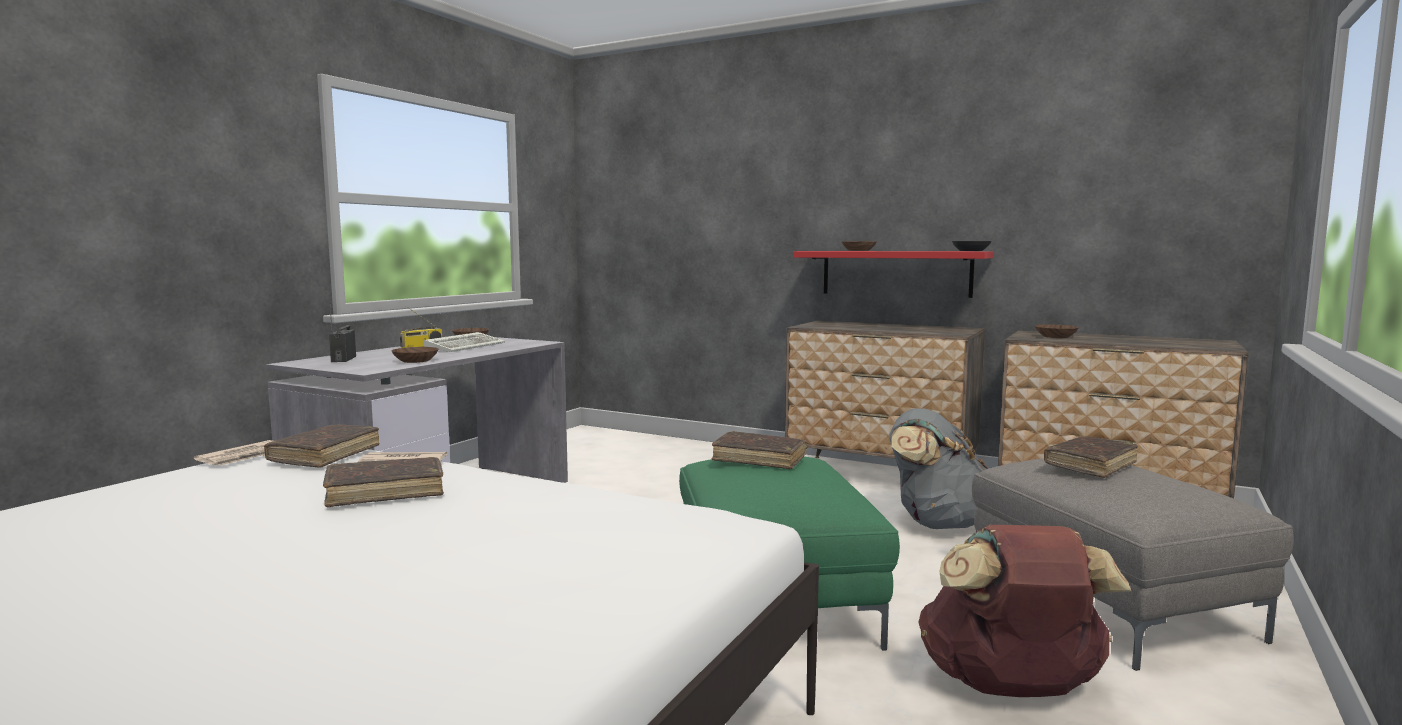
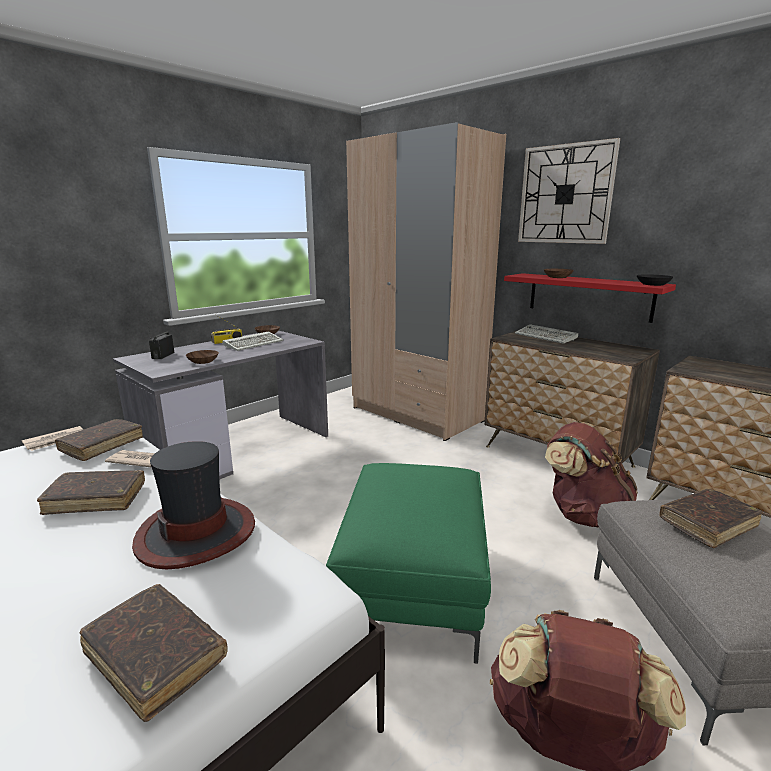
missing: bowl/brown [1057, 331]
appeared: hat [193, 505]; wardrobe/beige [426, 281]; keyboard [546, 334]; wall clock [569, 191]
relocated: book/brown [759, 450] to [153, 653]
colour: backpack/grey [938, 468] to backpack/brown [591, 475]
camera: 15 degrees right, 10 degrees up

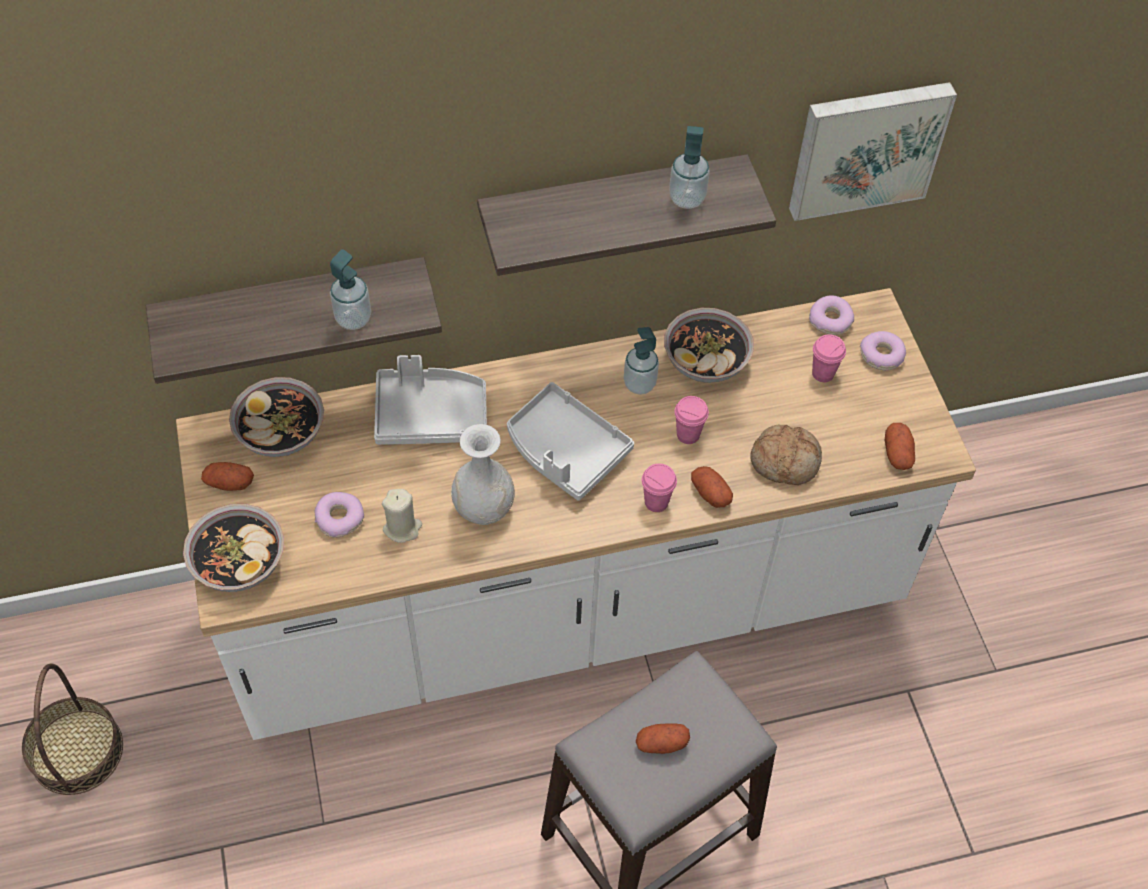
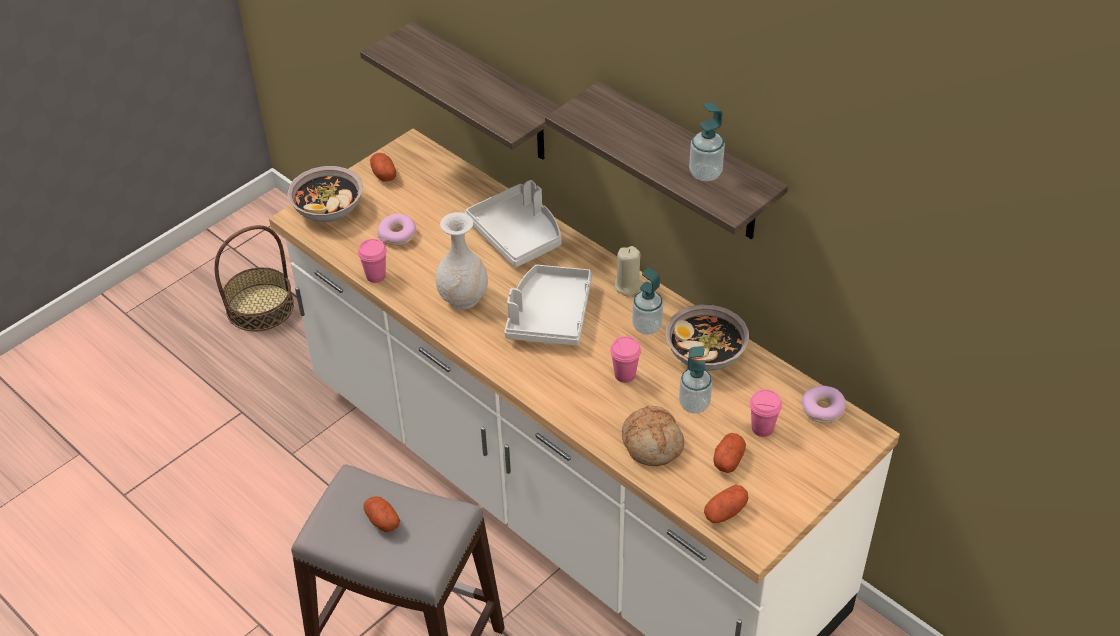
missing: bowl [276, 417]; picture [873, 151]; donut [883, 350]
relocated: cup/pink [659, 488] to [372, 261]; candle/beige [402, 516] to [629, 271]; soap dispenser [350, 289] to [695, 380]; potato [712, 487] to [729, 453]
camera: 60 degrees right, 10 degrees down

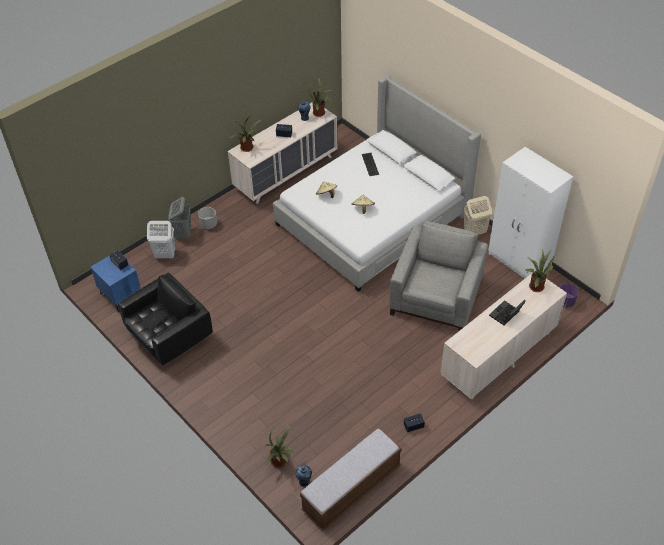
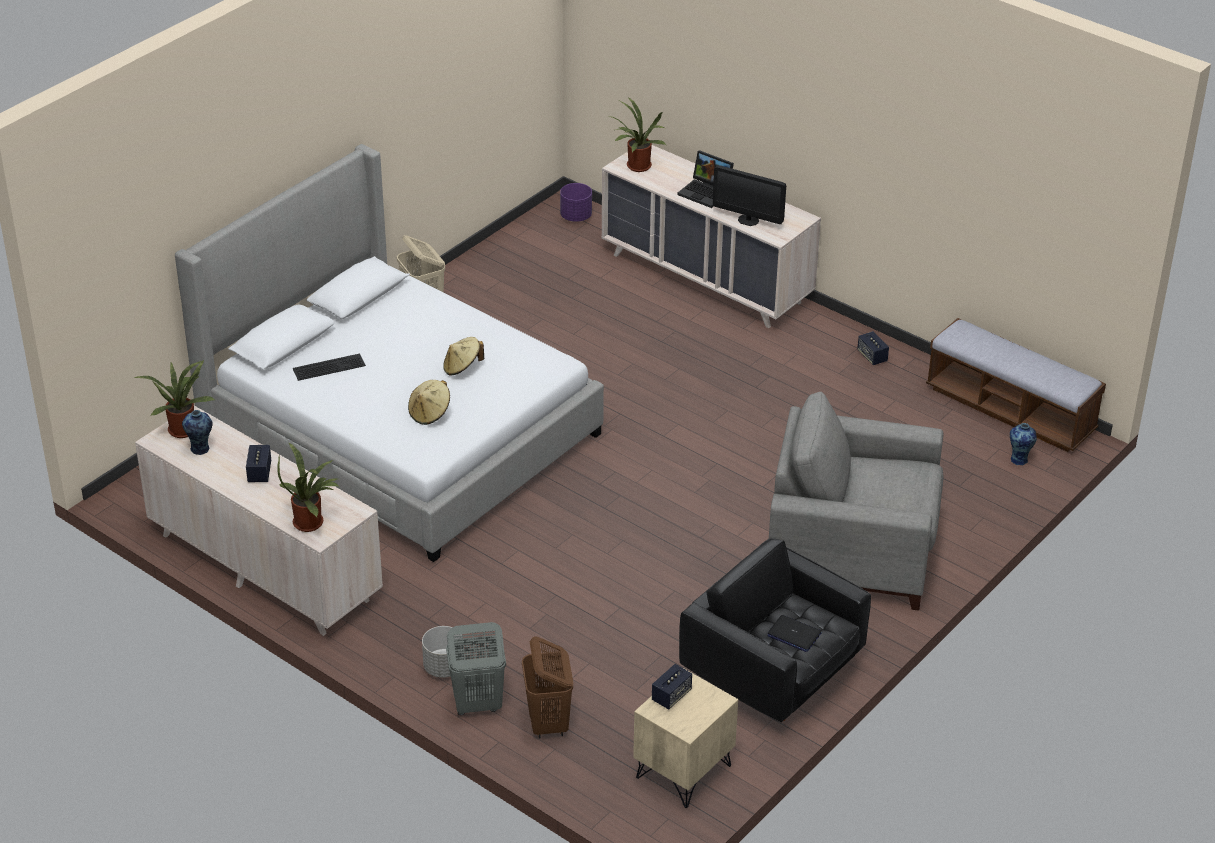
missing: potted plant [279, 446]; wardrobe/white [530, 212]
appeared: monitor [749, 195]
relocated: armchair/grey [438, 276] to [856, 501]
colour: laundry basket/white [161, 240] to laundry basket/brown [547, 687]; nightstand/blue [116, 283] to nightstand/beige [685, 738]
camera: 100 degrees left, 10 degrees down

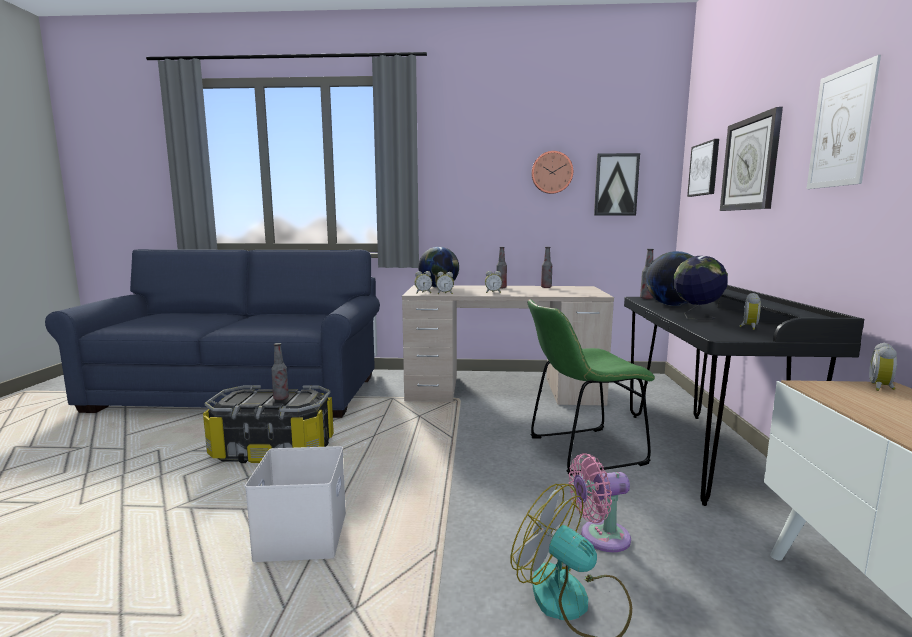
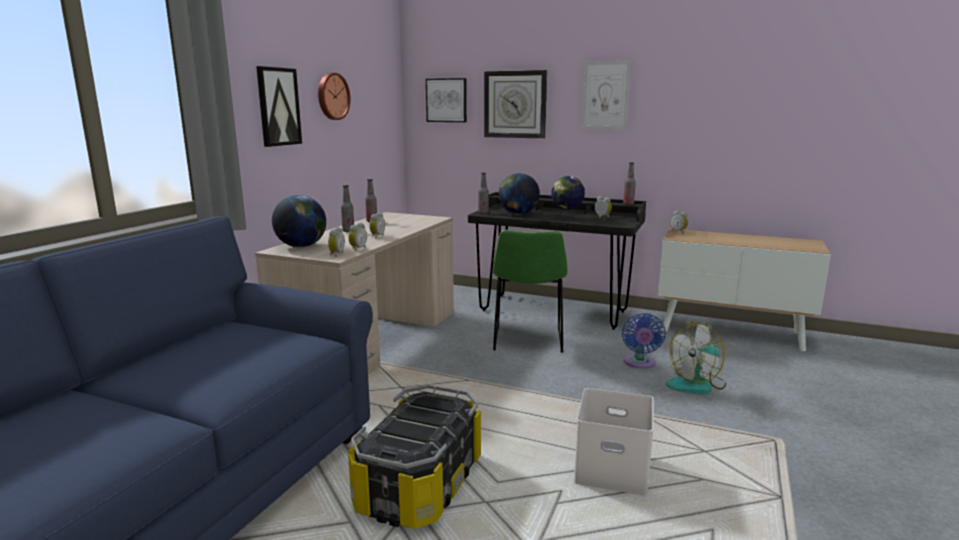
relocated: picture [617, 184] to [279, 106]; bottle [280, 371] to [629, 183]
colour: fan/pink [600, 502] to fan/blue [644, 340]
camera: 70 degrees left, 5 degrees up

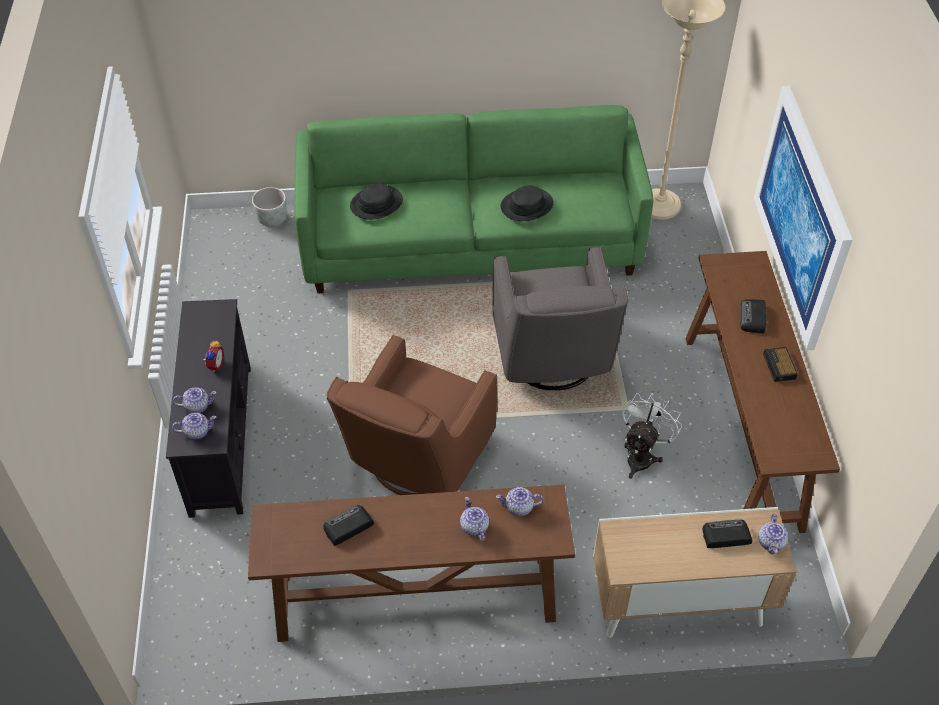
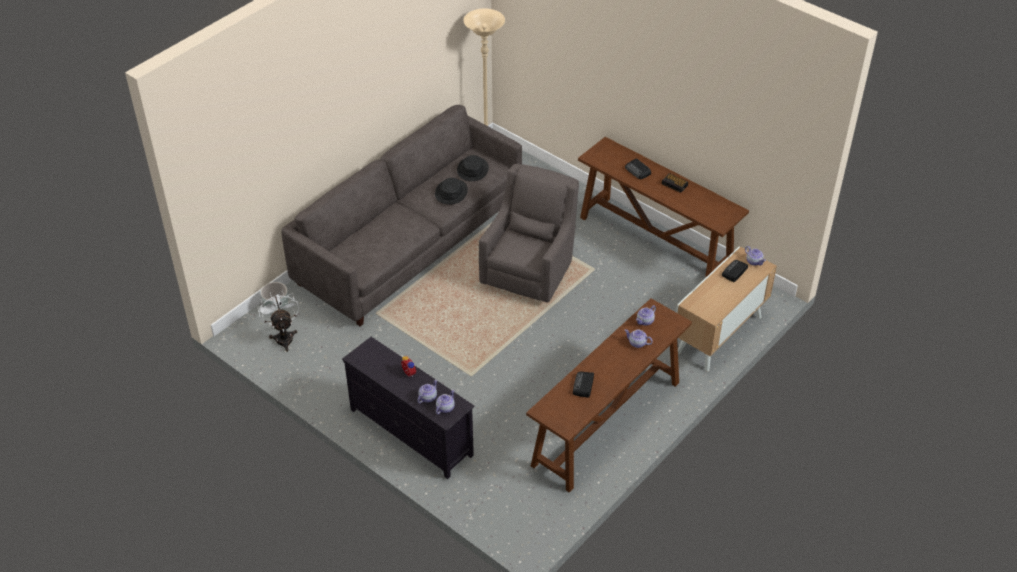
missing: armchair/brown [412, 415]; picture [803, 218]
relocated: fan/white [652, 436] to [278, 321]; hat/black [376, 201] to [473, 168]
colour: sofa/green [473, 199] to sofa/grey [401, 215]
spun: armchair/grey [560, 318] = [529, 233] 105 degrees counterclockwise
camera: 45 degrees left, 5 degrees down

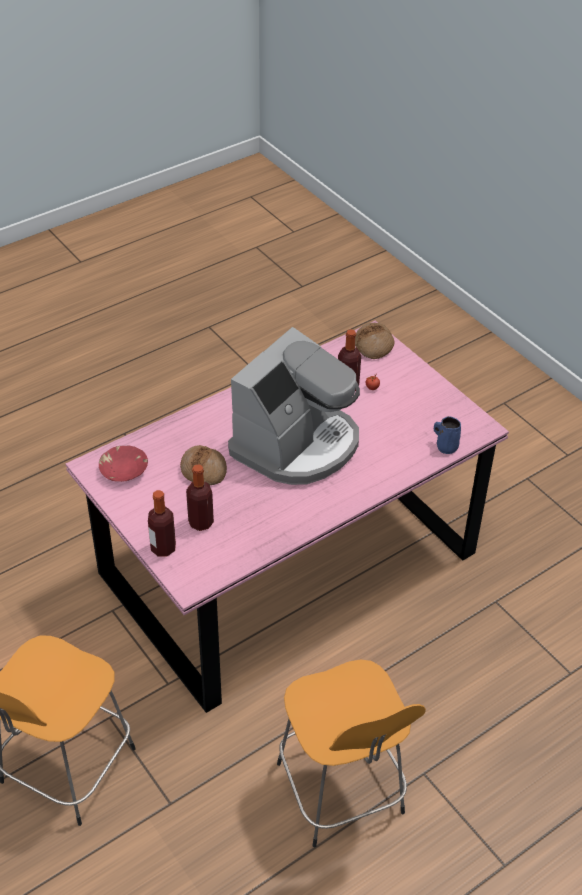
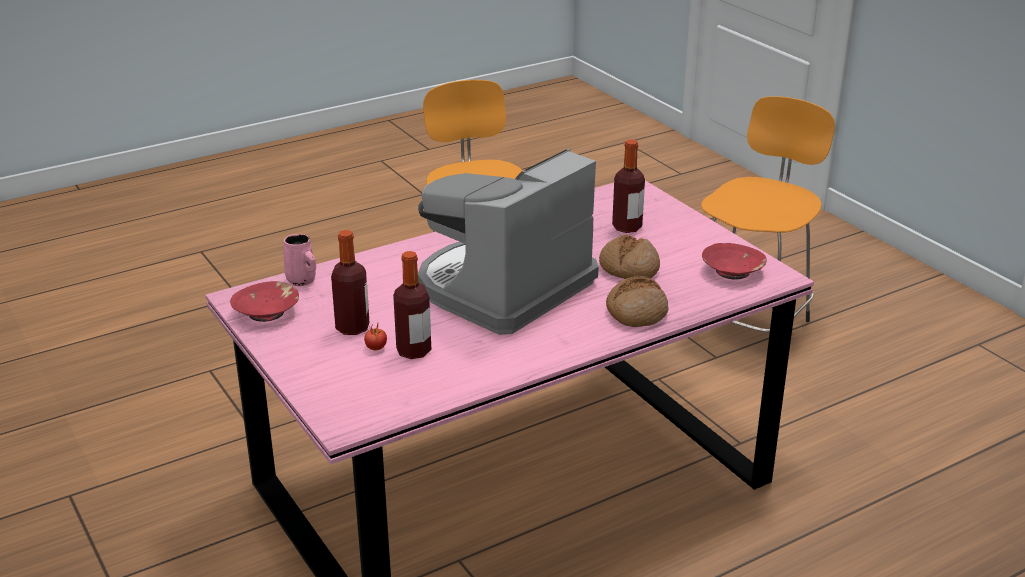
appeared: bowl/red [264, 301]
relocated: bottle [162, 523] to [350, 282]; bread [375, 341] to [637, 301]
colour: mug/blue [447, 435] to mug/pink [300, 260]
camera: 175 degrees left, 15 degrees down

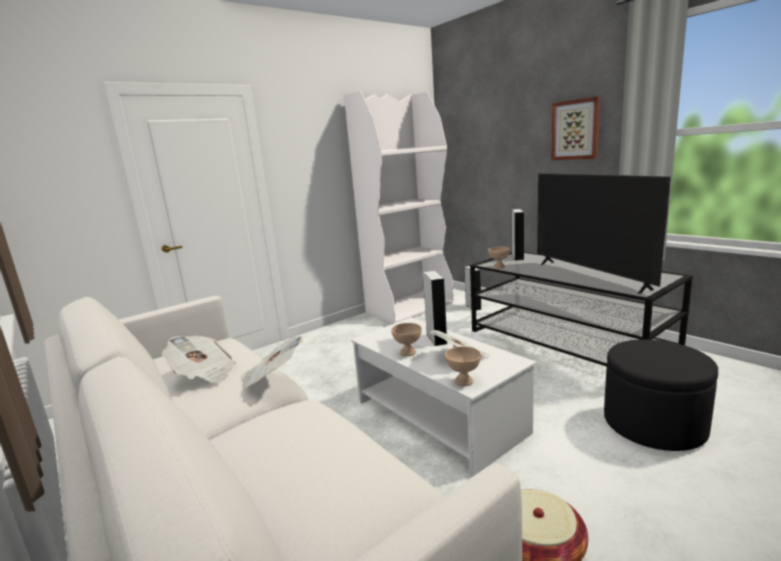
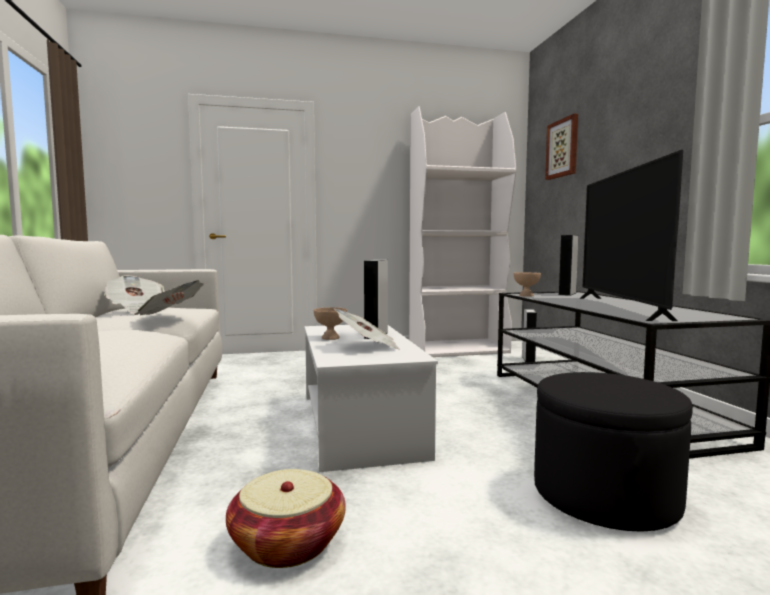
missing: bowl/beige [463, 366]
relocated: picture [575, 128] to [561, 147]
camera: 25 degrees right, 10 degrees down

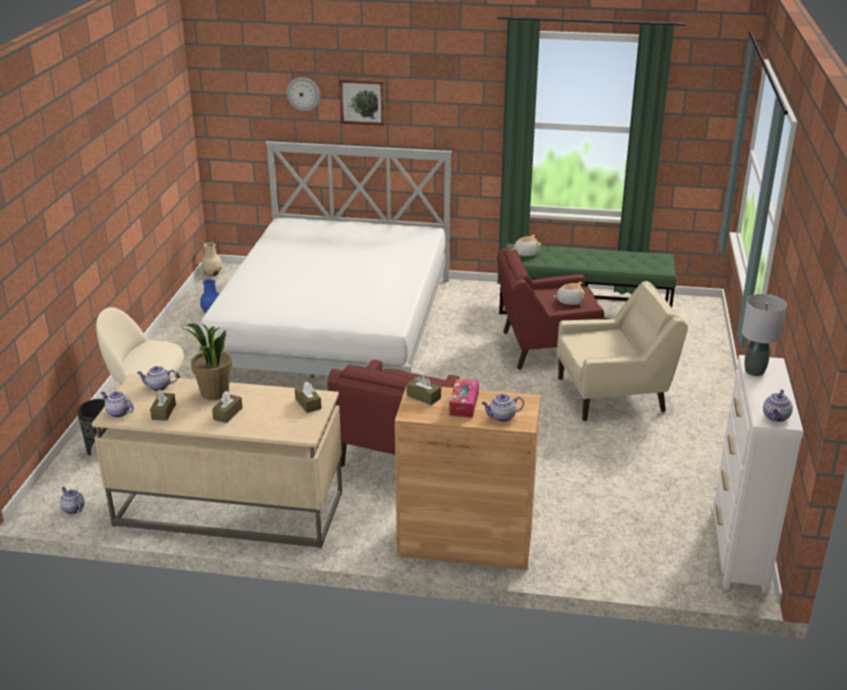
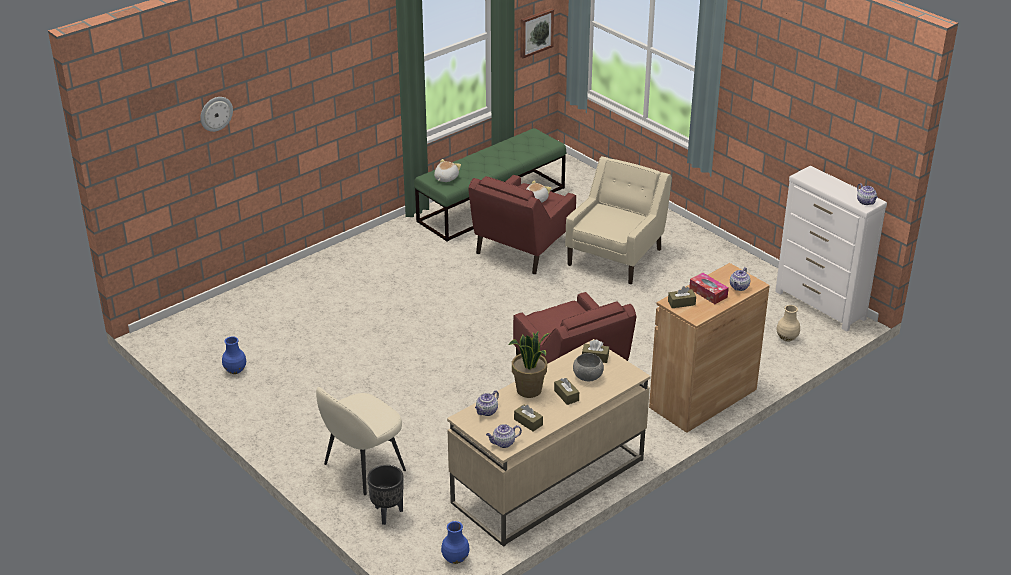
missing: bed/white [325, 259]; table lamp/grey [764, 335]
appeared: bowl/grey [588, 367]
relocated: picture [362, 102] to [537, 33]; vase/beige [211, 259] to [788, 323]
exchanged: teapot [72, 500] to vase/blue [455, 542]
camera: 50 degrees left, 5 degrees up

